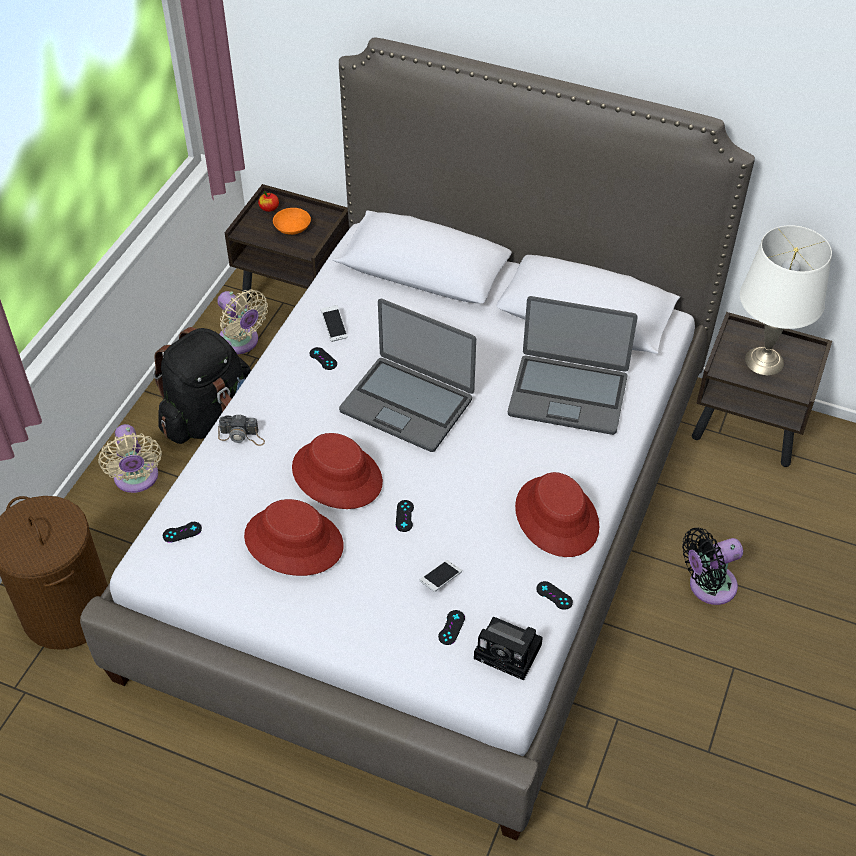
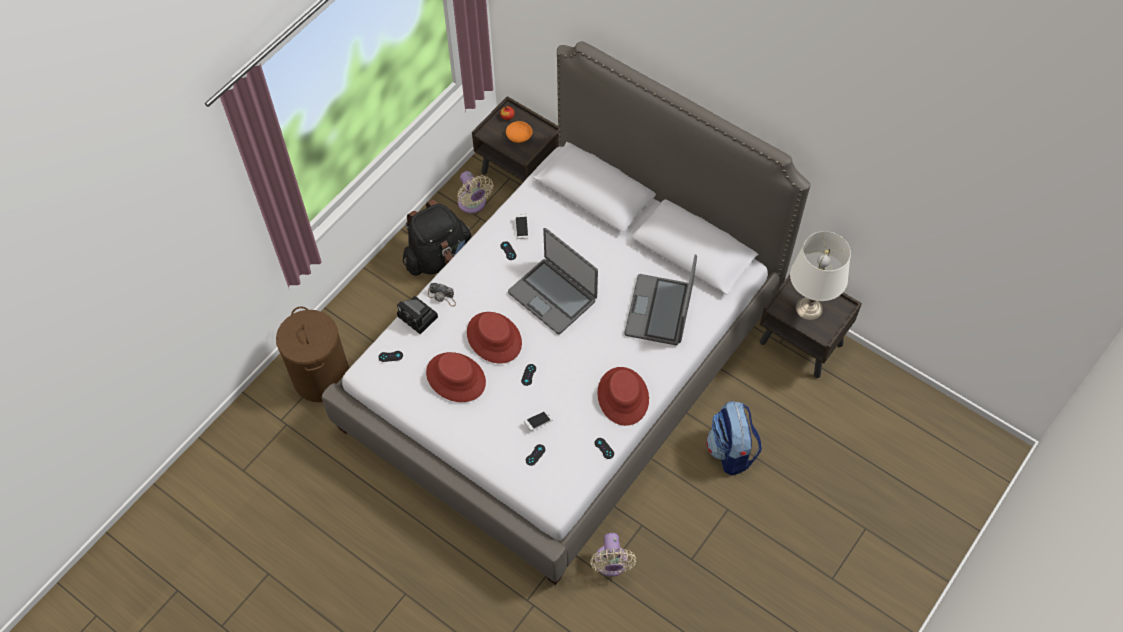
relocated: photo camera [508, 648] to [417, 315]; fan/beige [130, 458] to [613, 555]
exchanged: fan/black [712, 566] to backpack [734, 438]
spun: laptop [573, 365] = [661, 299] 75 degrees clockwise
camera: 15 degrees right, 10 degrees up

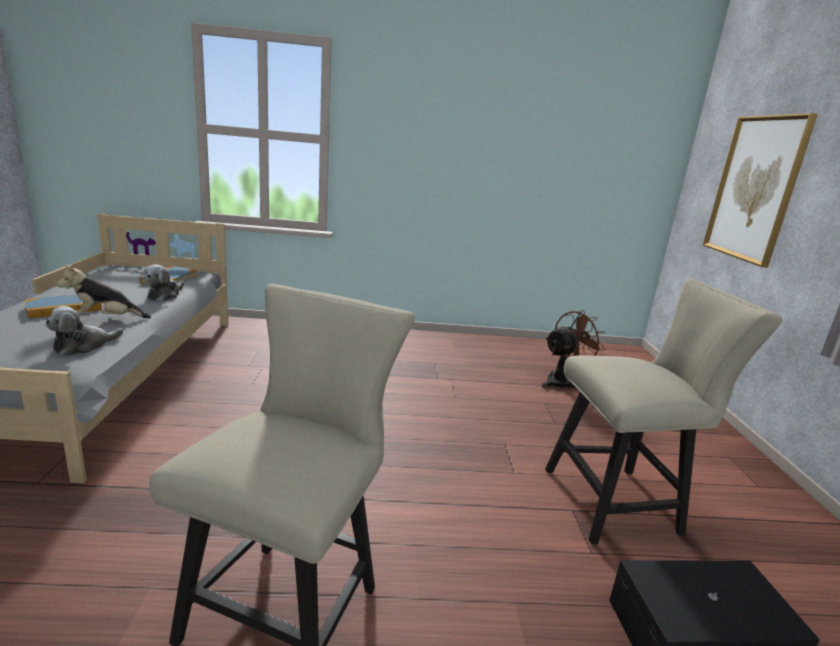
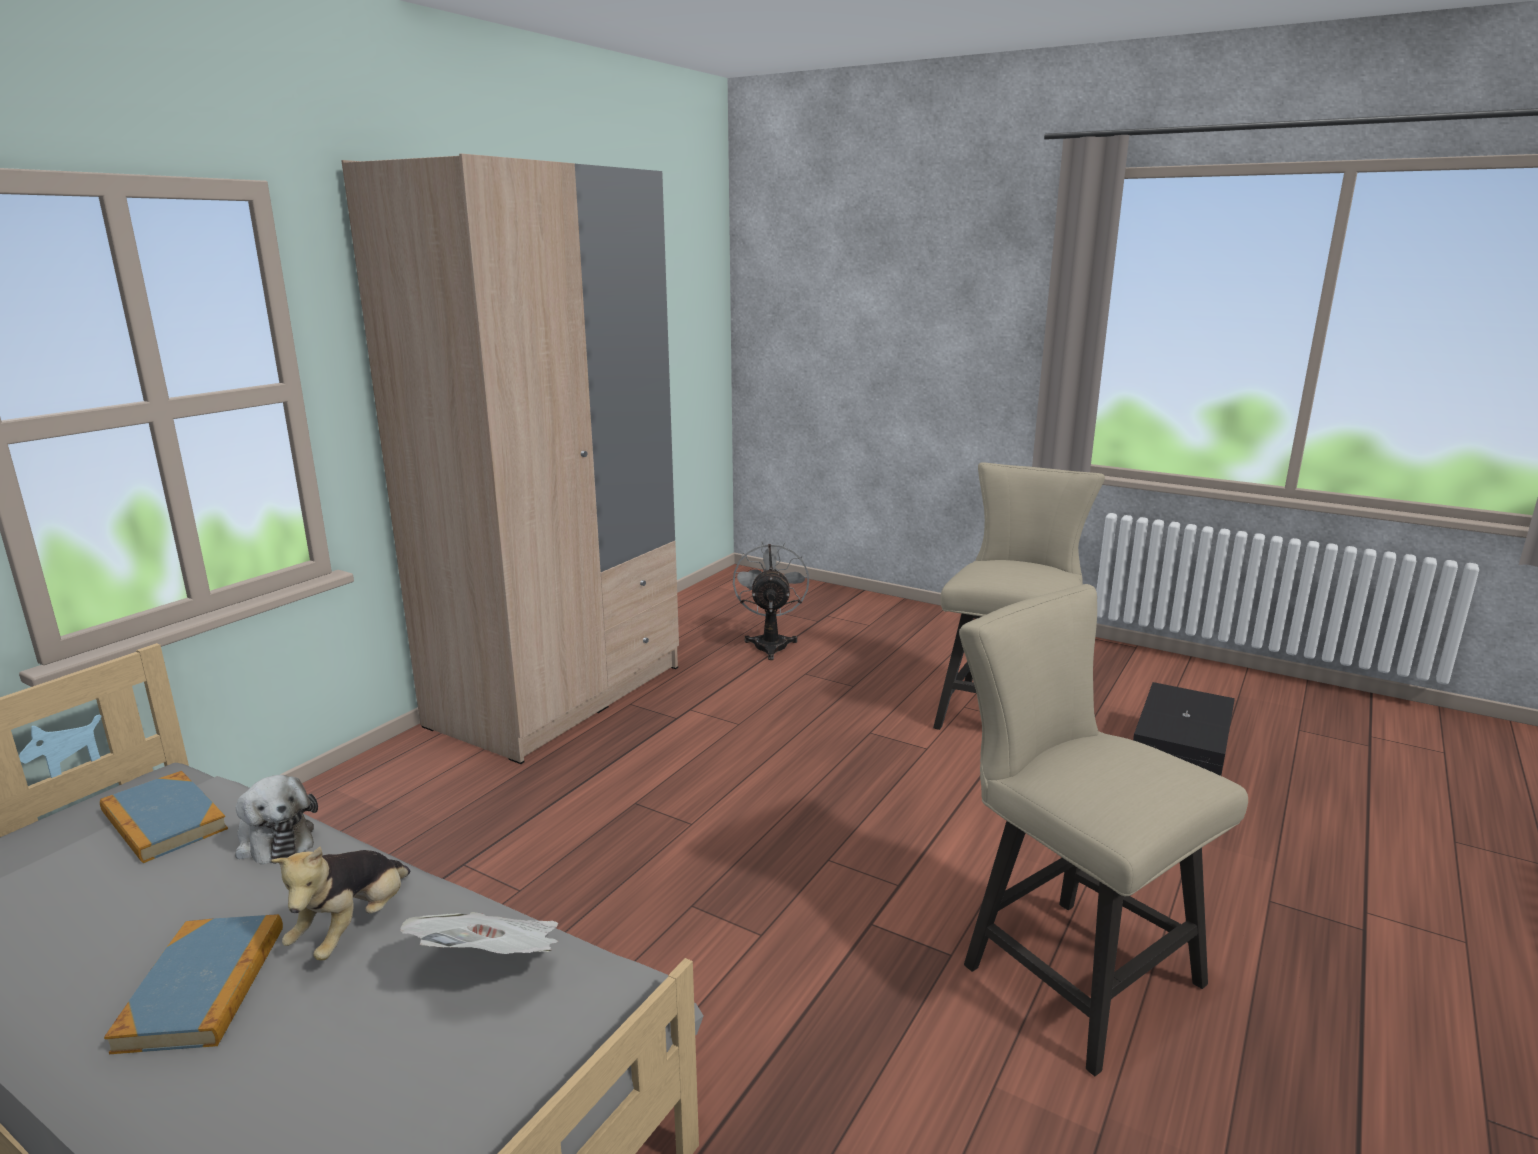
missing: picture [760, 190]
appeared: wardrobe/beige [510, 459]
exchanged: plush toy [84, 331] to newspaper [479, 933]
colour: fan/brown [573, 350] to fan/grey [771, 600]
camera: 55 degrees left, 0 degrees up

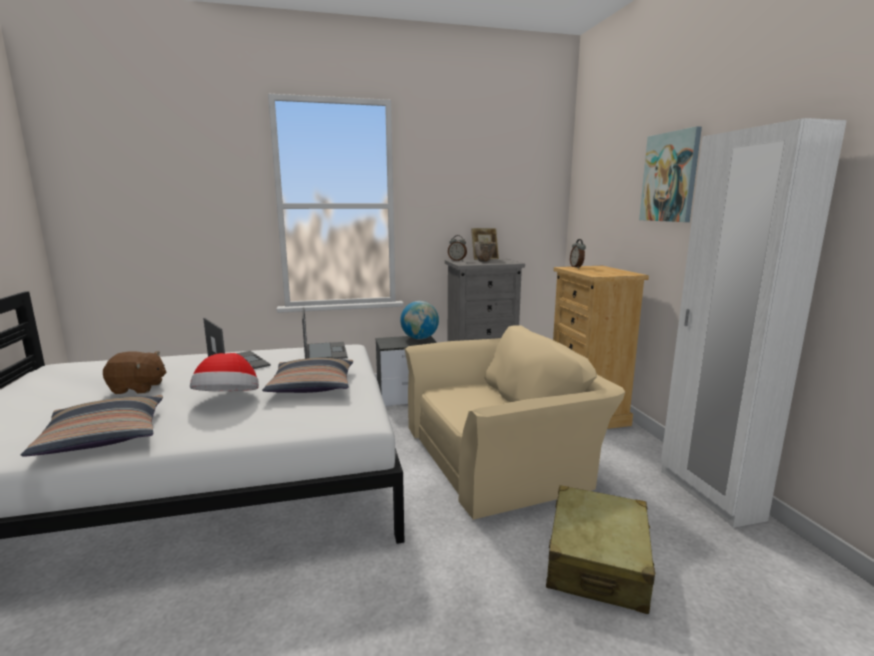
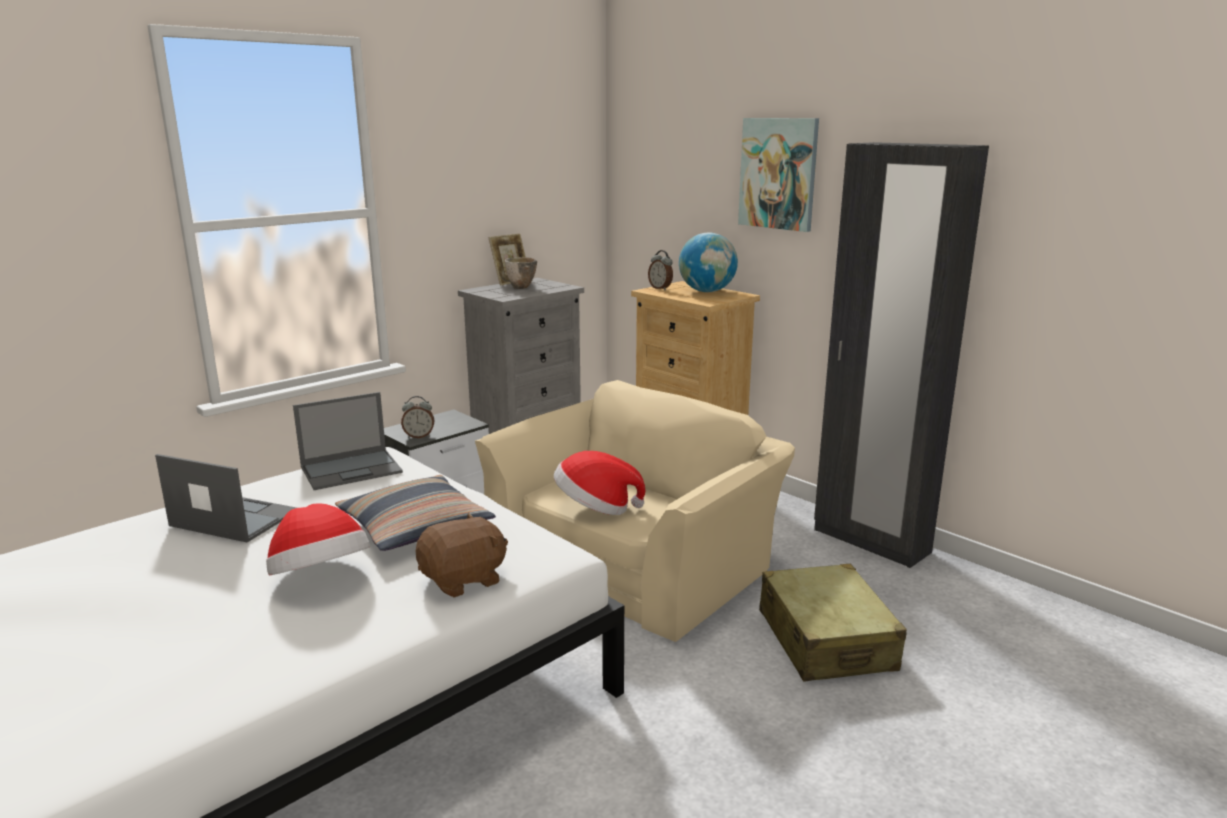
missing: pillow [92, 425]
appeared: hat [599, 483]
relocated: alarm clock [457, 248] to [417, 417]; plush toy/brown [135, 372] to [461, 555]; globe [419, 320] to [708, 262]
colour: wardrobe/white [754, 323] to wardrobe/black [901, 355]
spun: laptop [325, 333] = [348, 441] 105 degrees clockwise
camera: 30 degrees left, 5 degrees up

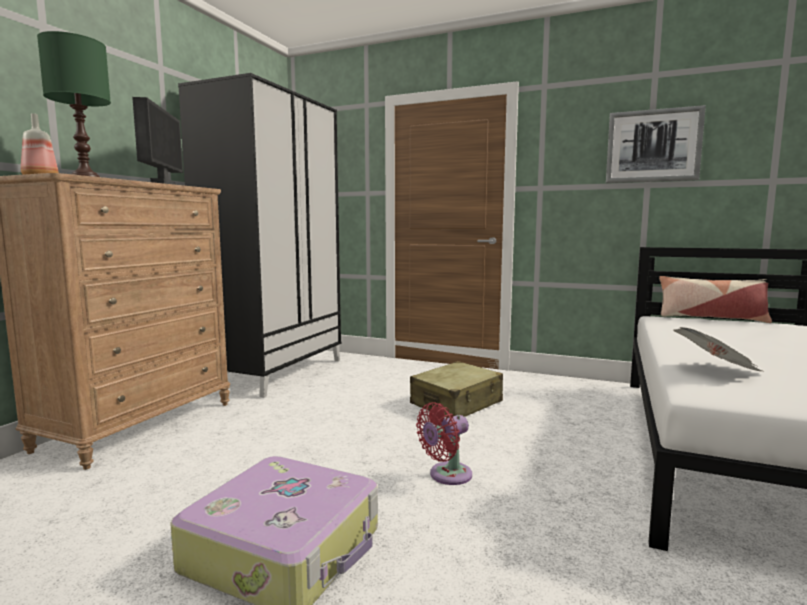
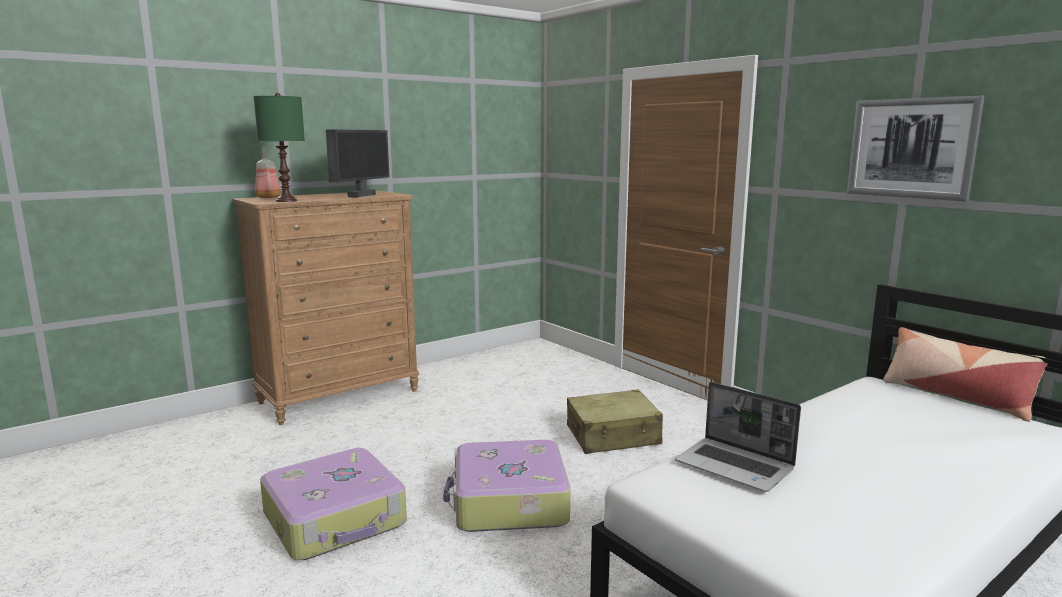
missing: wardrobe/black [259, 235]
exchanged: fan/red [444, 443] to suitcase [507, 486]; newspaper [717, 349] to laptop [738, 437]
camera: 30 degrees right, 5 degrees up

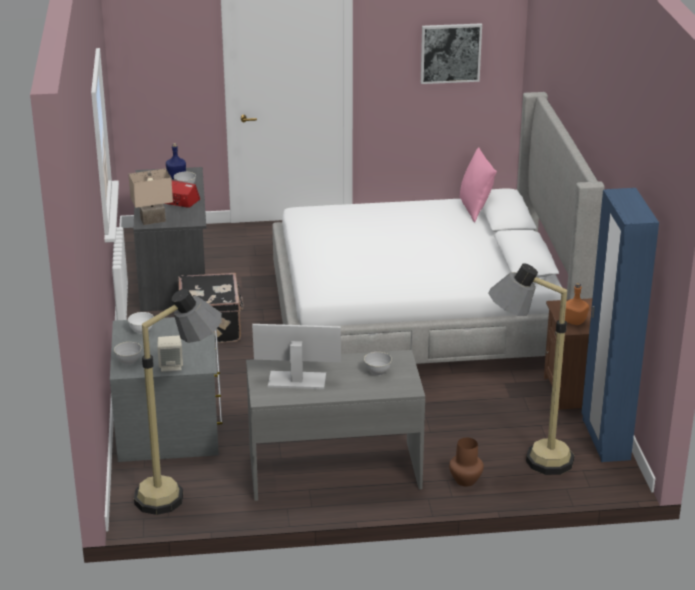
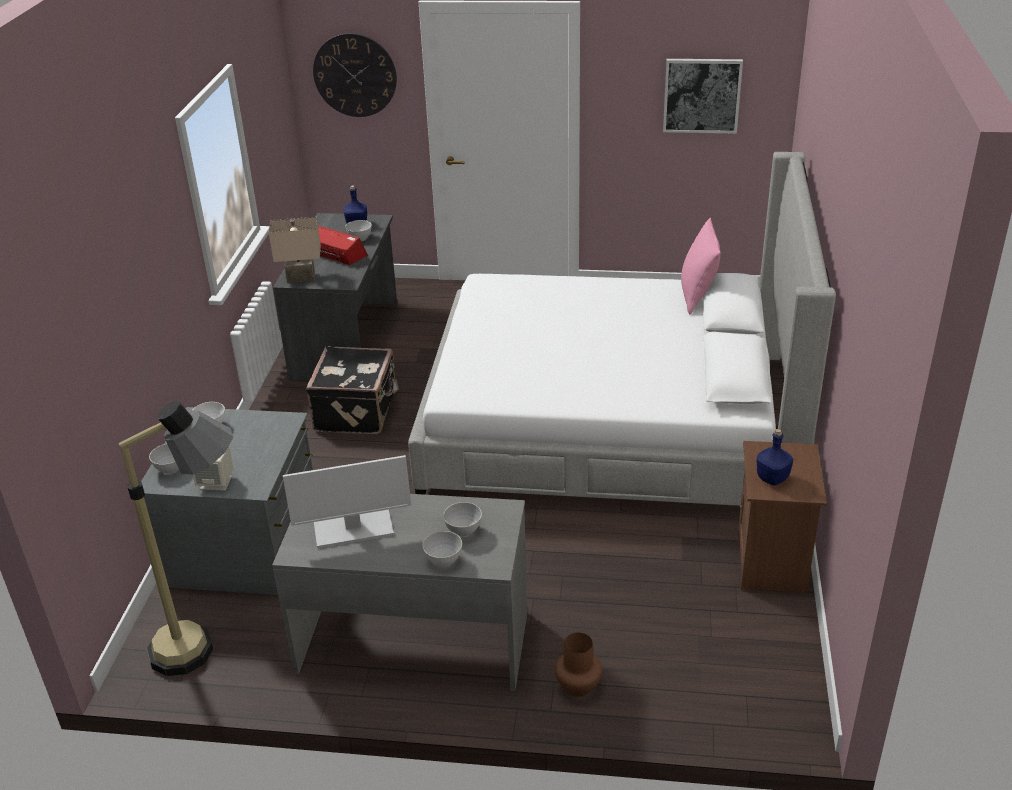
missing: floor lamp [531, 369]; wardrobe/blue [620, 325]
appeared: wall clock [355, 75]; bowl/grey [442, 549]
colour: bottle/orange [577, 304] to bottle/blue [774, 457]
spun: monitor [296, 356] = [347, 501] 150 degrees clockwise
camera: 15 degrees right, 5 degrees up

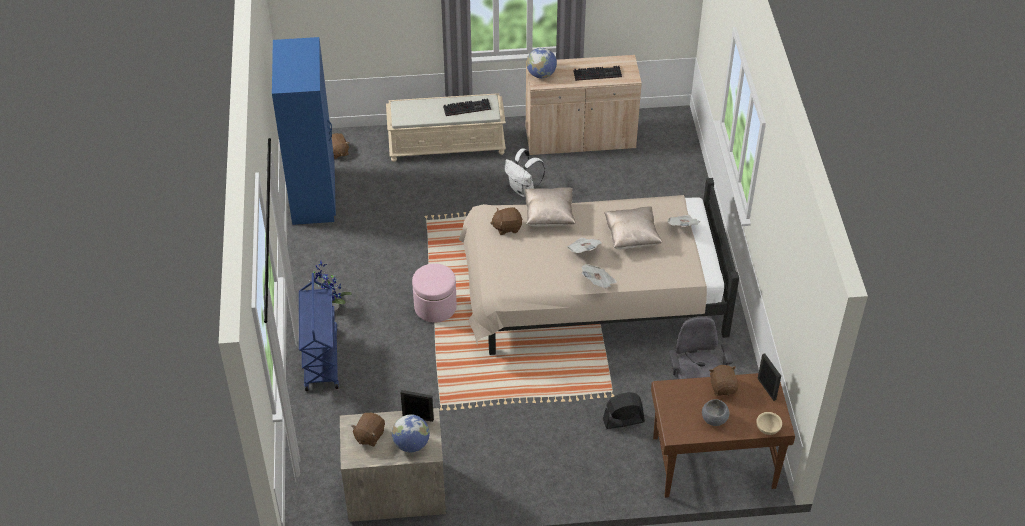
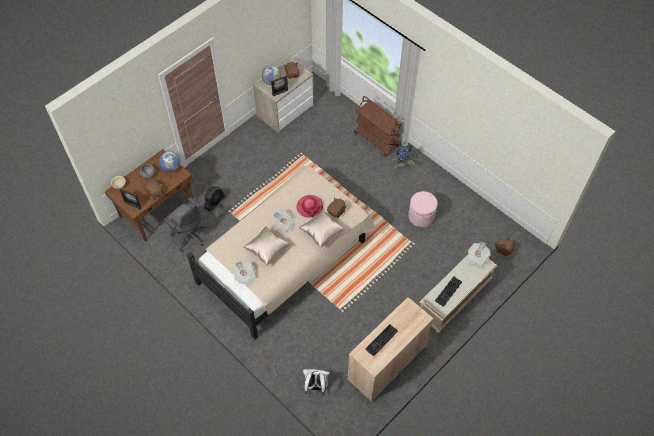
missing: wardrobe/blue [304, 131]
appeared: hat [309, 206]
relocated: globe [541, 63] to [169, 161]; backpack/white [525, 172] to [316, 382]; ottoman/pink [434, 293] to [423, 209]; newspaper [599, 276] to [479, 254]
colour: cart/blue [319, 332] to cart/brown [378, 126]
camera: 140 degrees right, 10 degrees up

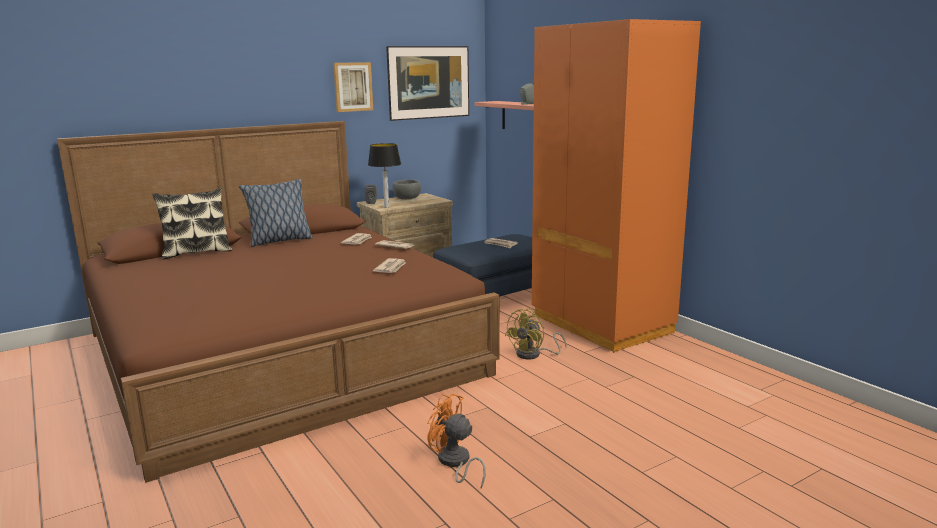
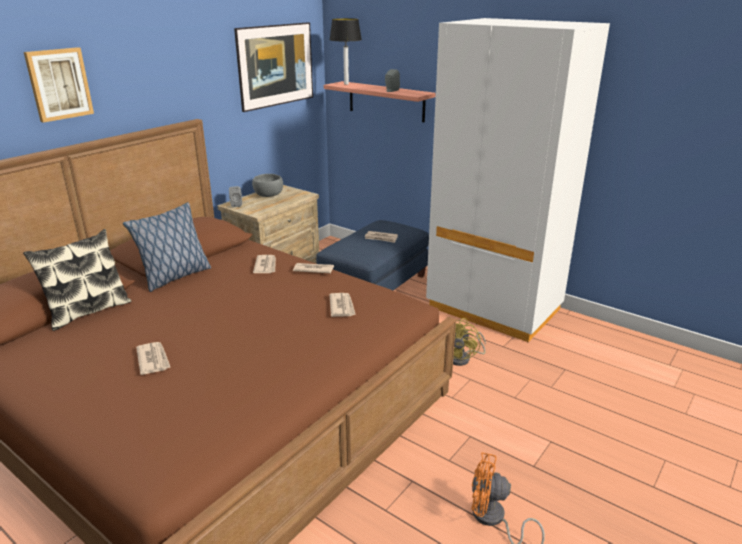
appeared: newspaper [153, 358]
relocated: picture [353, 87] to [59, 85]; table lamp [384, 175] to [345, 51]
colour: wardrobe/orange [616, 185] to wardrobe/white [518, 180]
camera: 20 degrees left, 10 degrees up

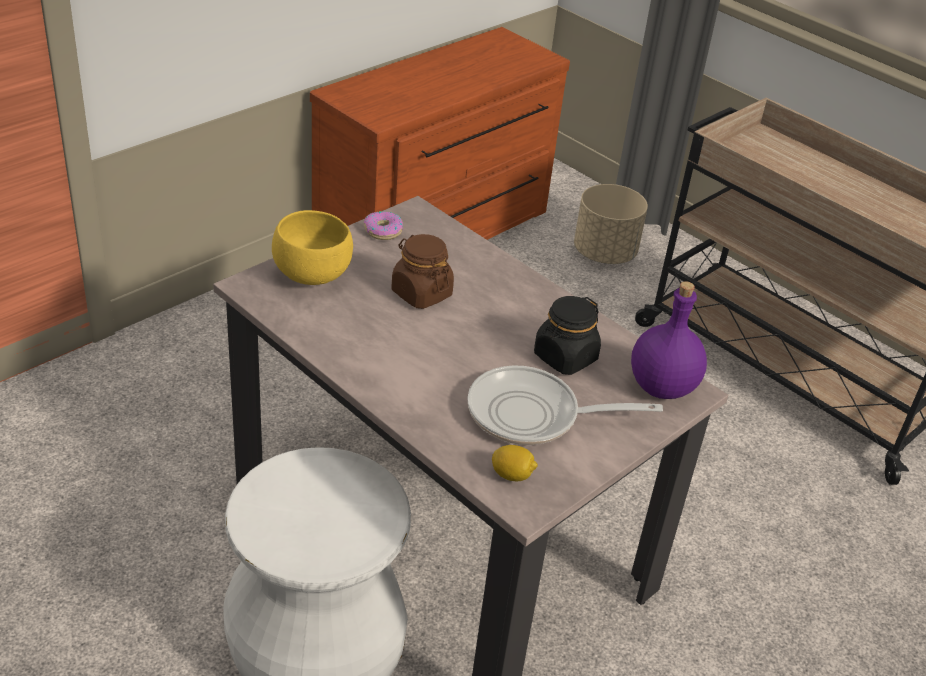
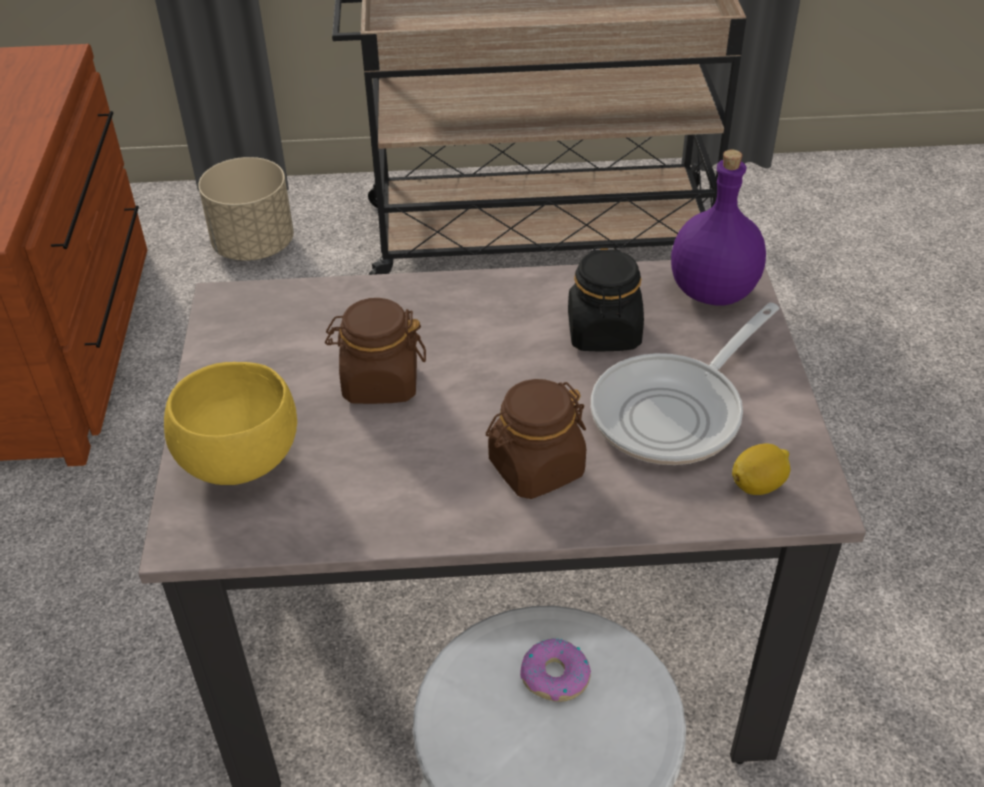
appeared: jar/brown [536, 439]
relocated: donut [383, 225] to [555, 670]
camera: 45 degrees left, 5 degrees up

